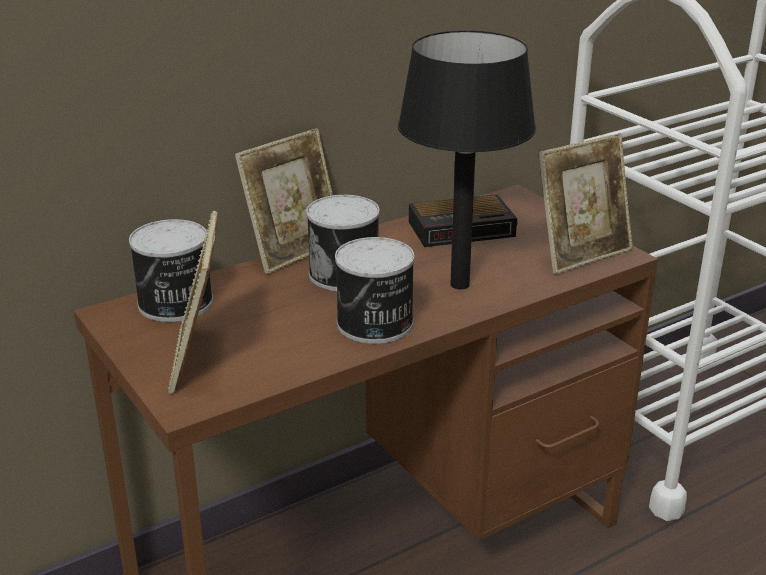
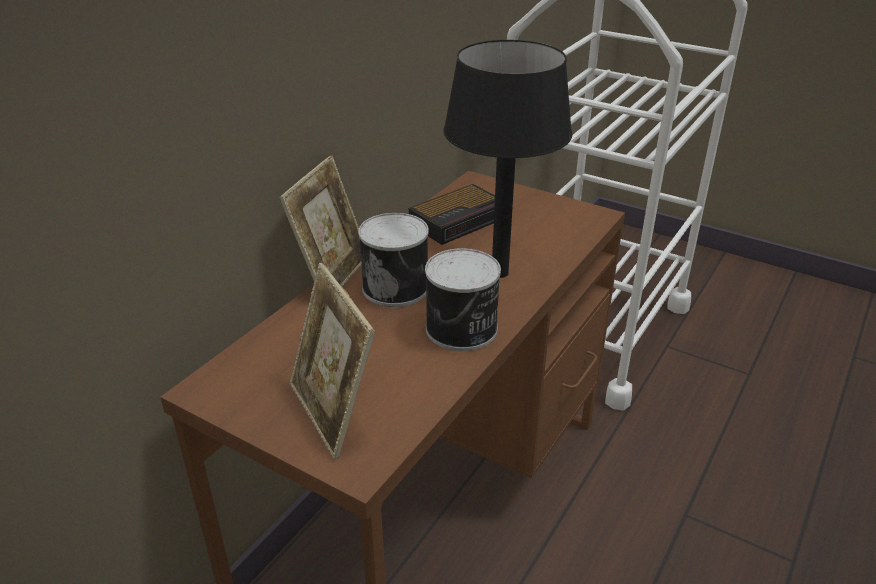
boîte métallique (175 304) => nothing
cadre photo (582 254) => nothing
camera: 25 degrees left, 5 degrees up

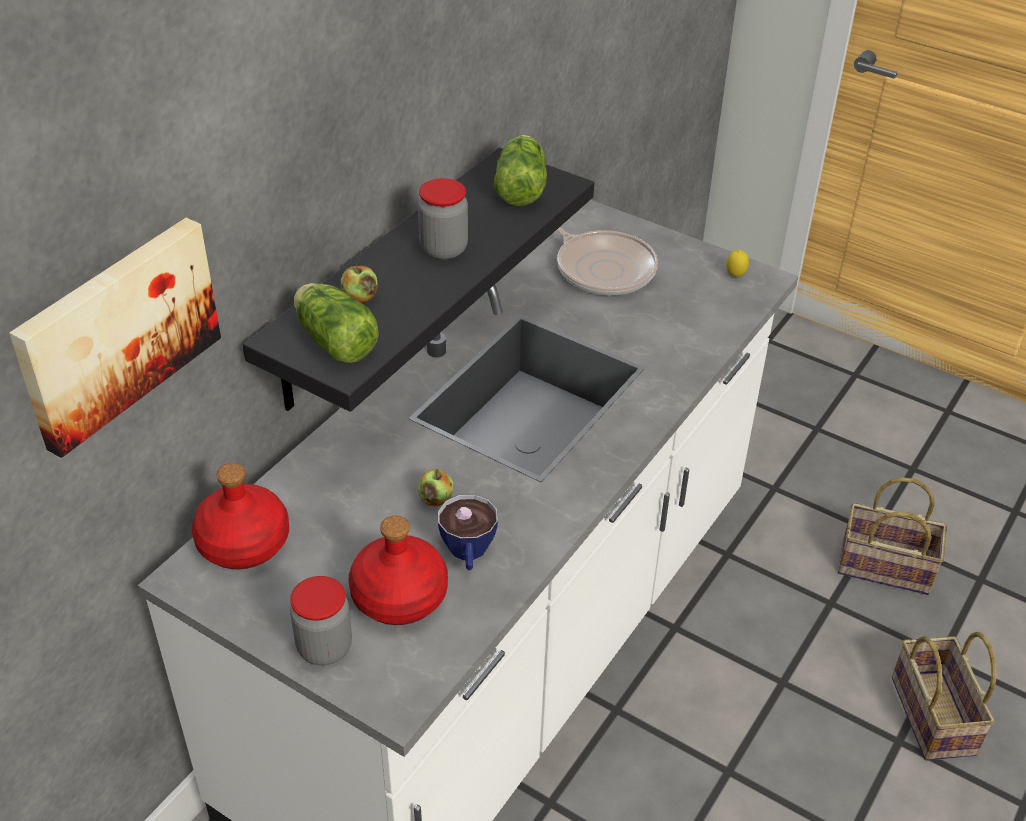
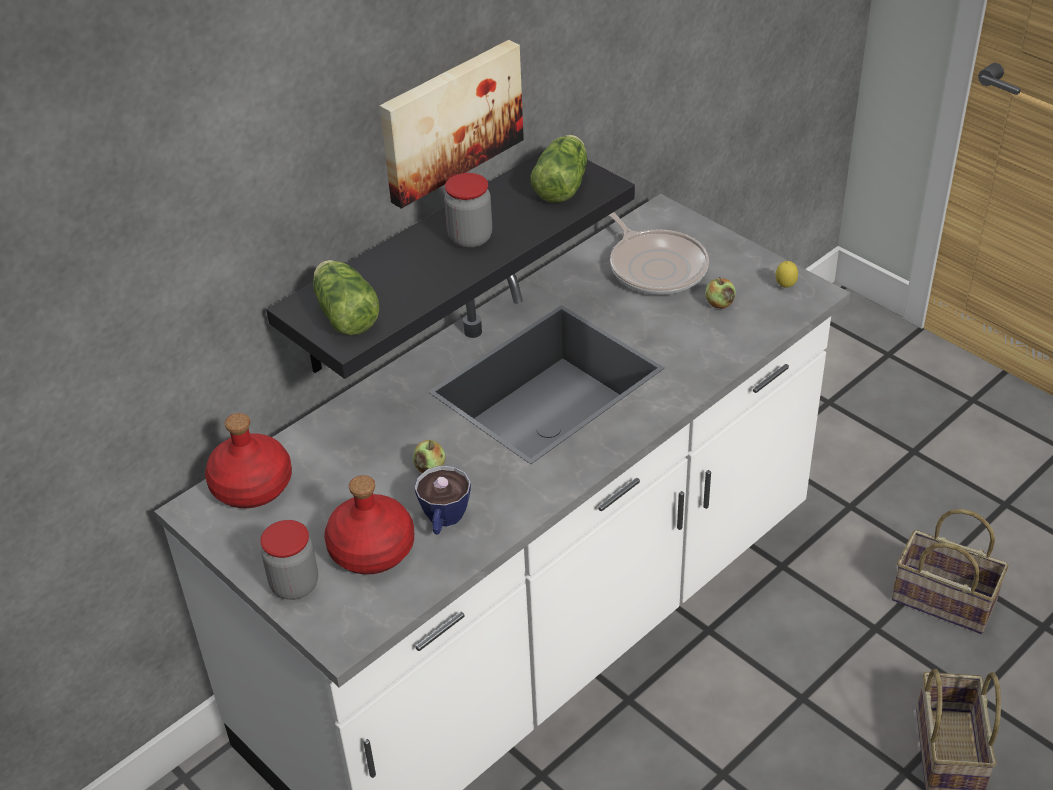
tableau (117 331) => tableau (449 120), move
pomme (360 297) => pomme (719 303), move
camera: 15 degrees right, 0 degrees up

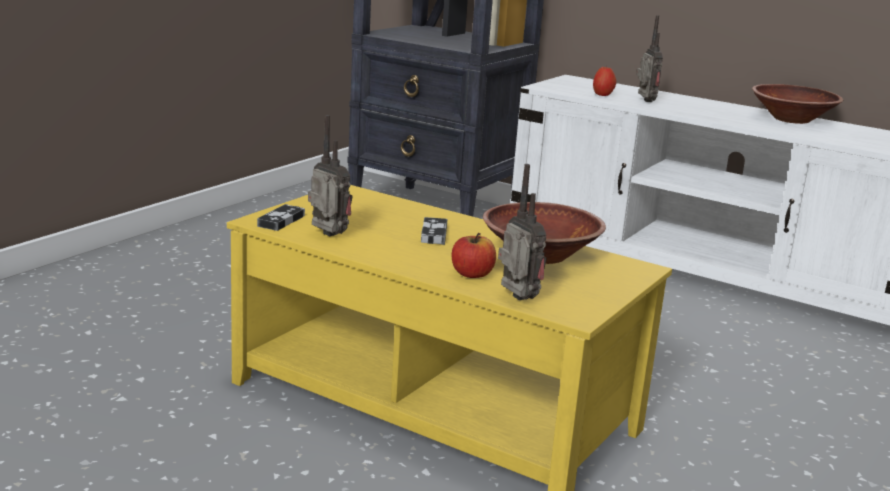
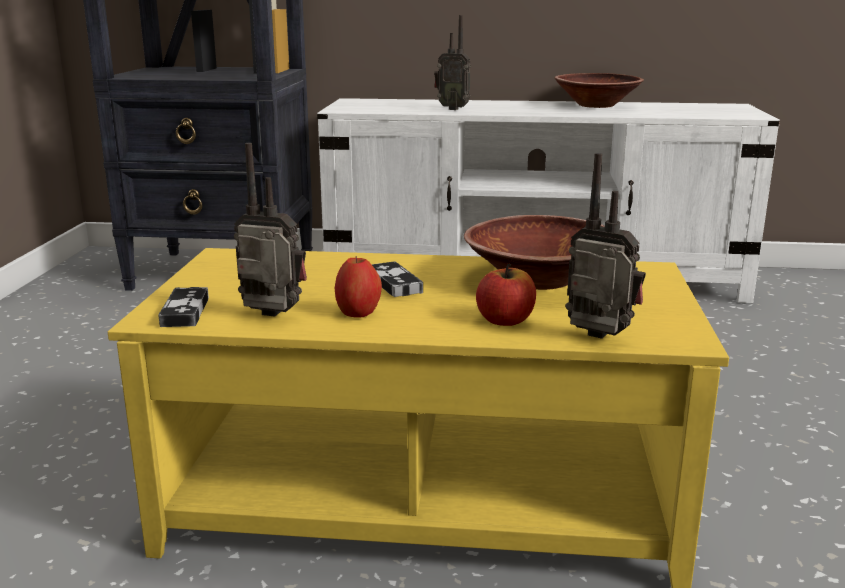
pomme (602 94) => pomme (358 313), move
radio (644 101) => radio (453 109), 150 degrees clockwise
camera: 25 degrees left, 0 degrees up

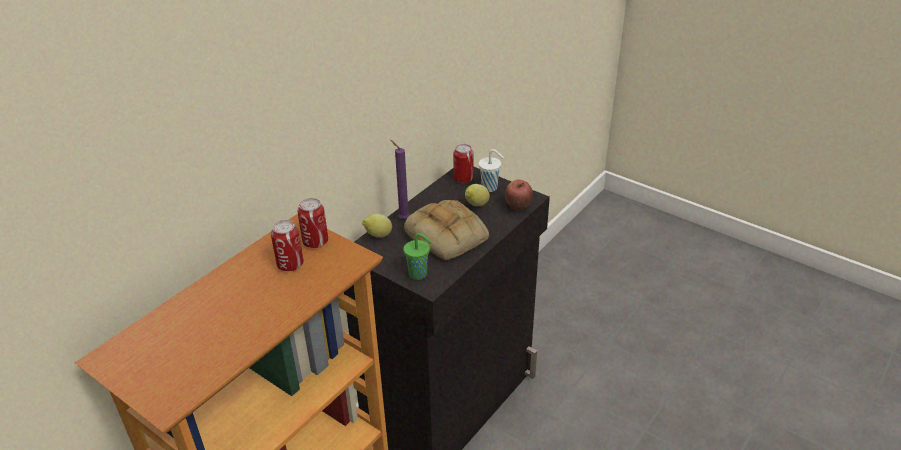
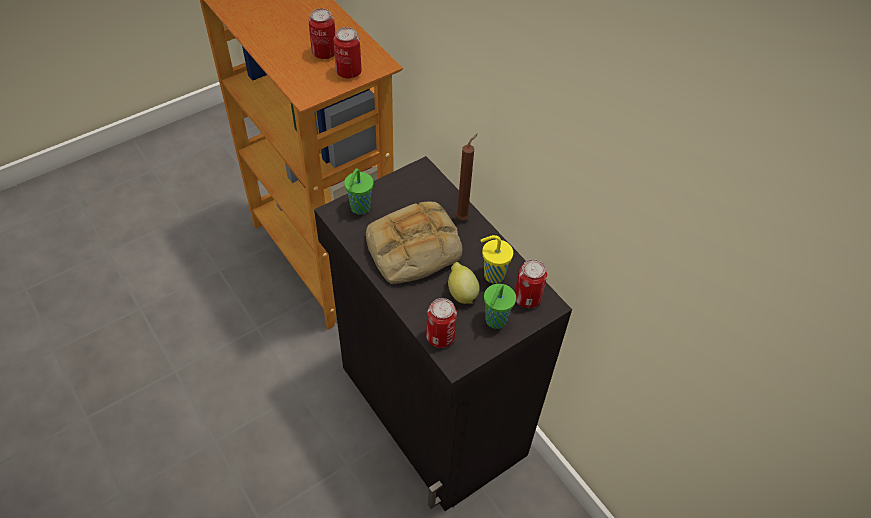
citron (377 236) => nothing
bougie (violet) (402 218) => bougie (marron) (463 217)
tasse (blanc) (490 188) => tasse (vert) (495 321)
pomme (518 207) => boîte métallique (440 337)
nothing => tasse (jaune) (492 275)
camera: 105 degrees right, 15 degrees up

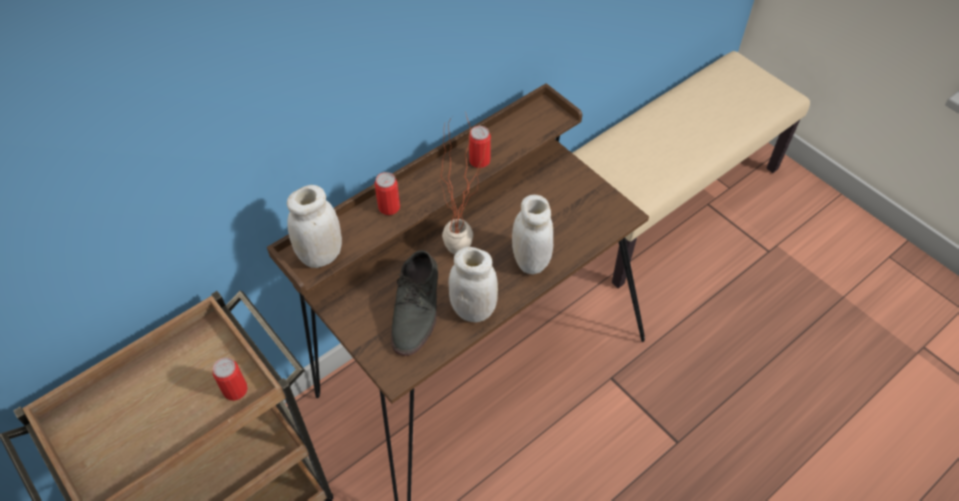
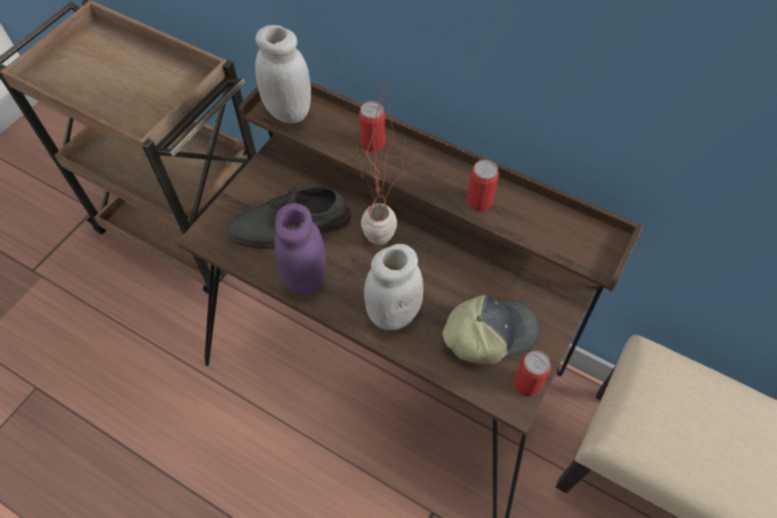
boîte métallique (235 390) => boîte métallique (527 383), move
bocal (blanc) (473 309) => bocal (violet) (305 277)
nothing => casquette (489 333)
camera: 70 degrees right, 5 degrees up

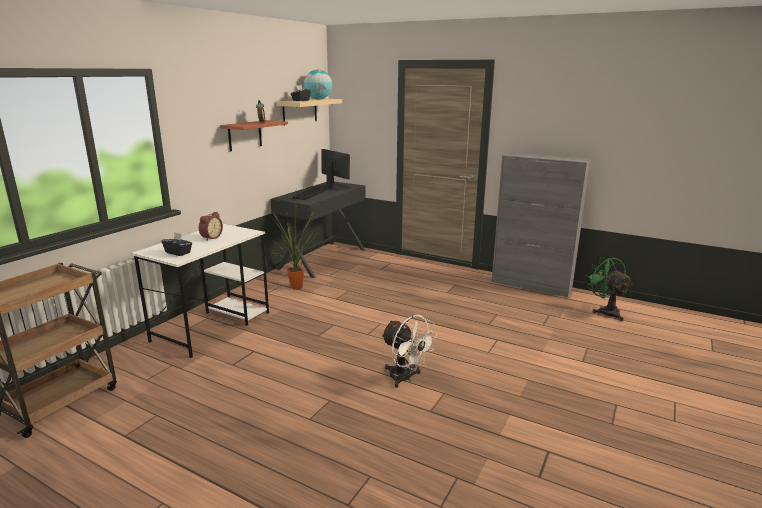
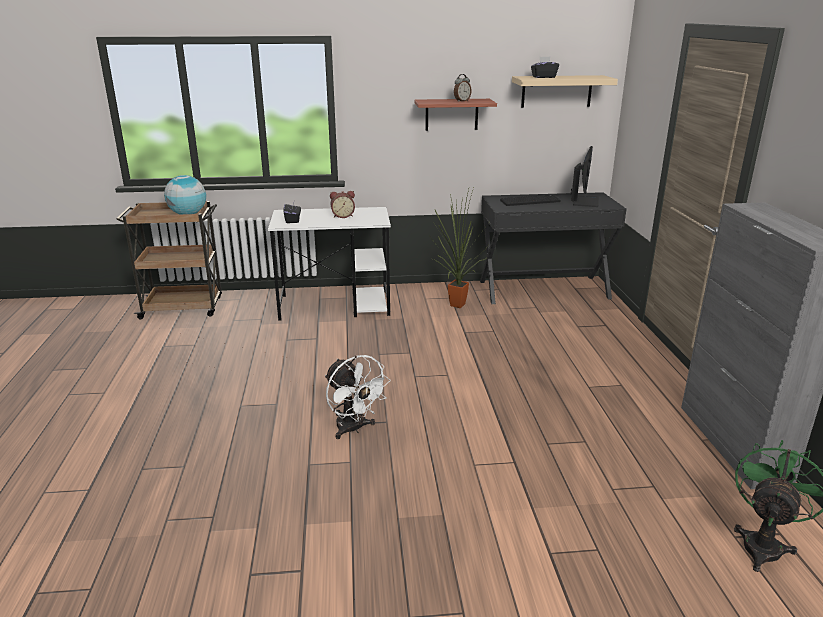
globe (318 99) => globe (188 214), move
ventilateur (blanc) (405 378) => ventilateur (blanc) (354 429), 45 degrees counterclockwise
camera: 55 degrees right, 5 degrees up

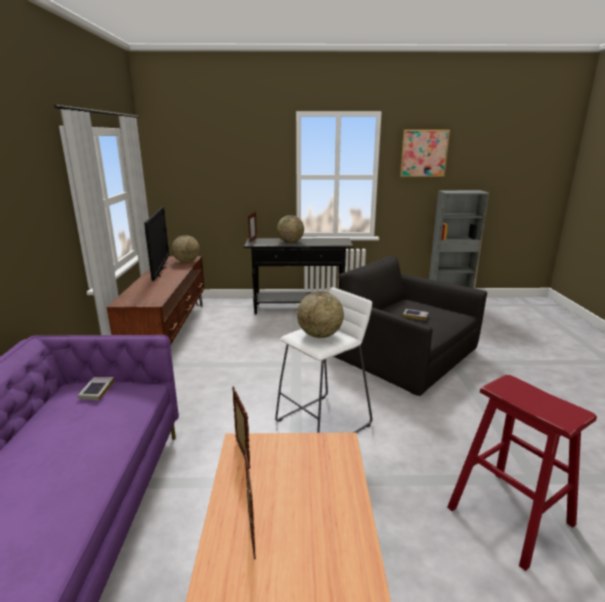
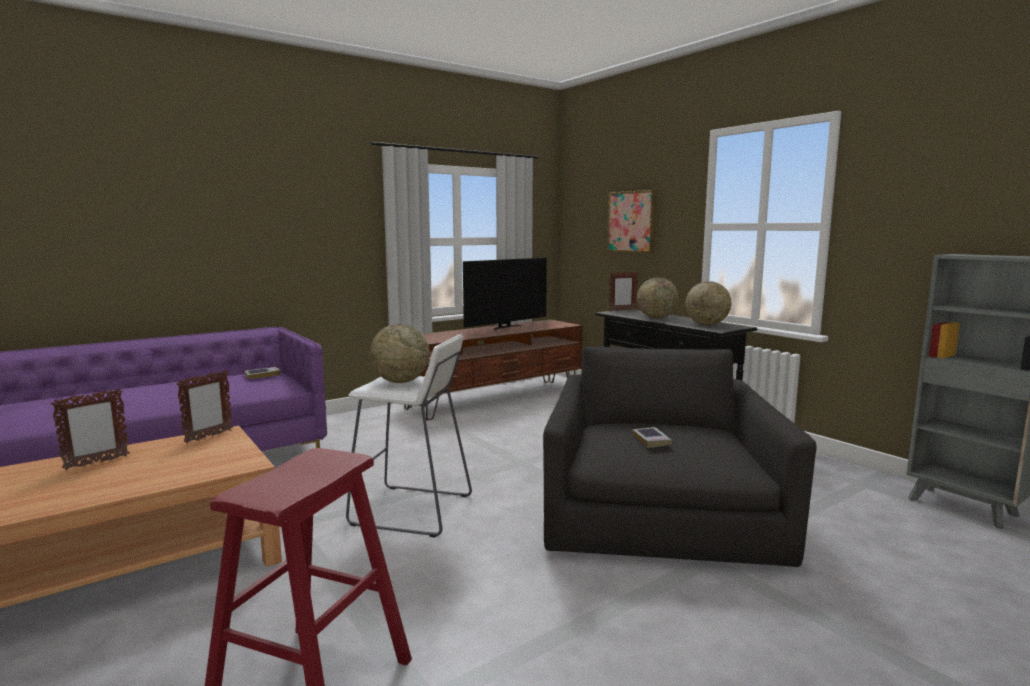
globe (186 262) => globe (706 324), move
tableau (424 153) => tableau (632 222), move
camera: 55 degrees right, 10 degrees down

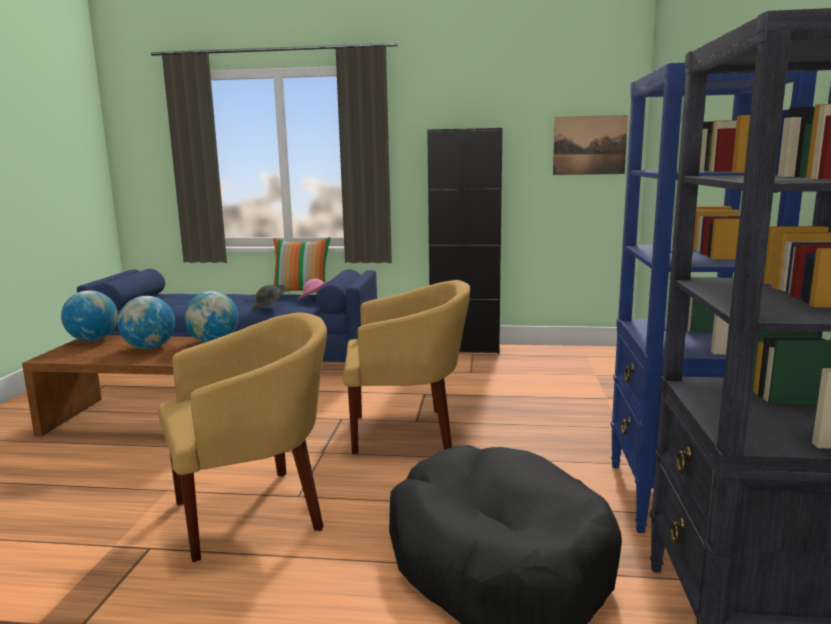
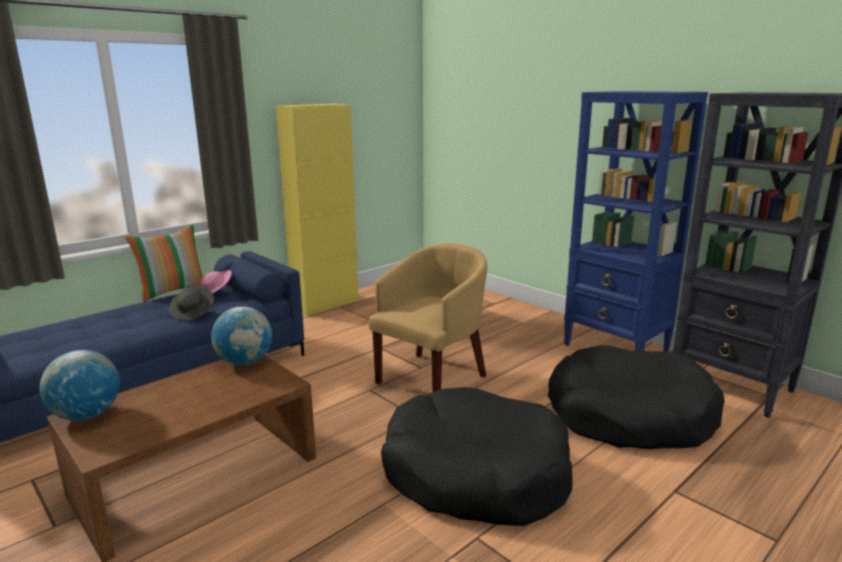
globe (149 348) => nothing
fauteuil (jaune) (254 512) => panier pour chien (noir) (475 474)
meuble de rangement (noir) (465 348) => meuble de rangement (jaune) (325 304)
tableau (589 145) => nothing
camera: 50 degrees left, 5 degrees up

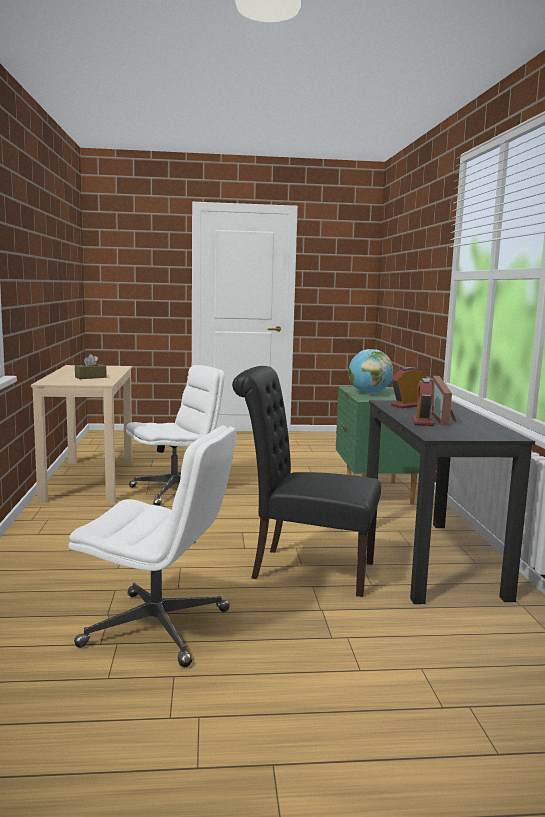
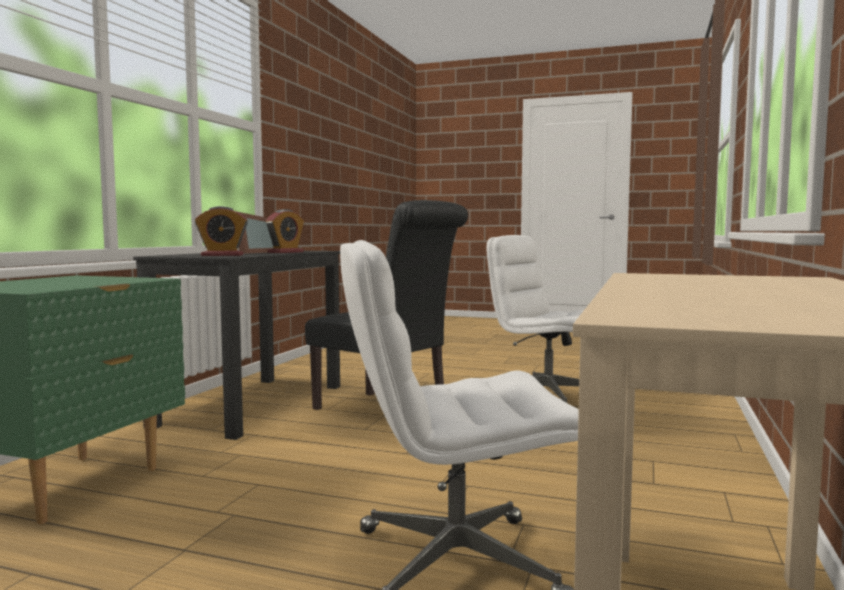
boîte à mouchoirs (marron) (90 377) => nothing
globe (369 393) => nothing
camera: 155 degrees left, 5 degrees down

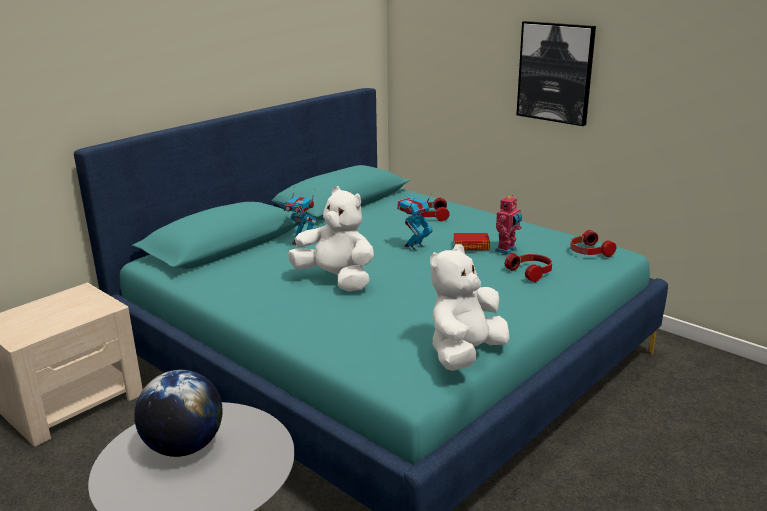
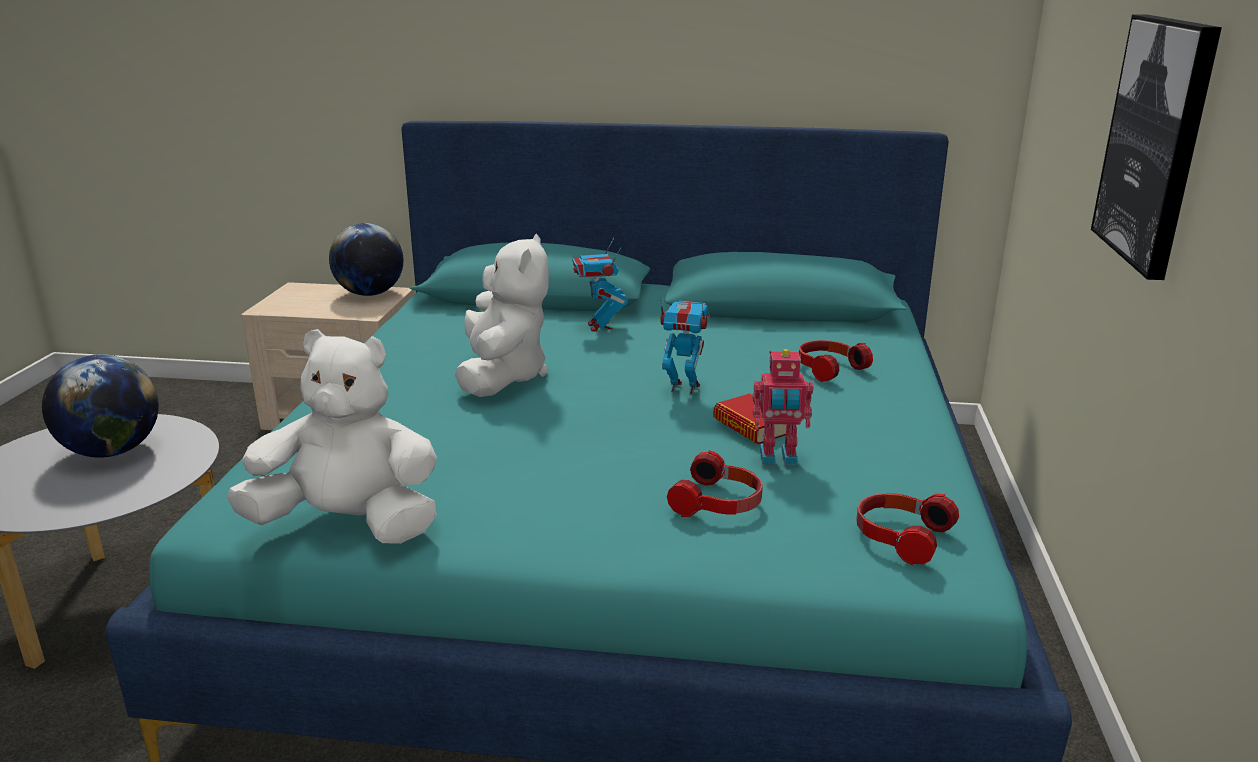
nothing => globe (370 294)
camera: 55 degrees right, 0 degrees up

